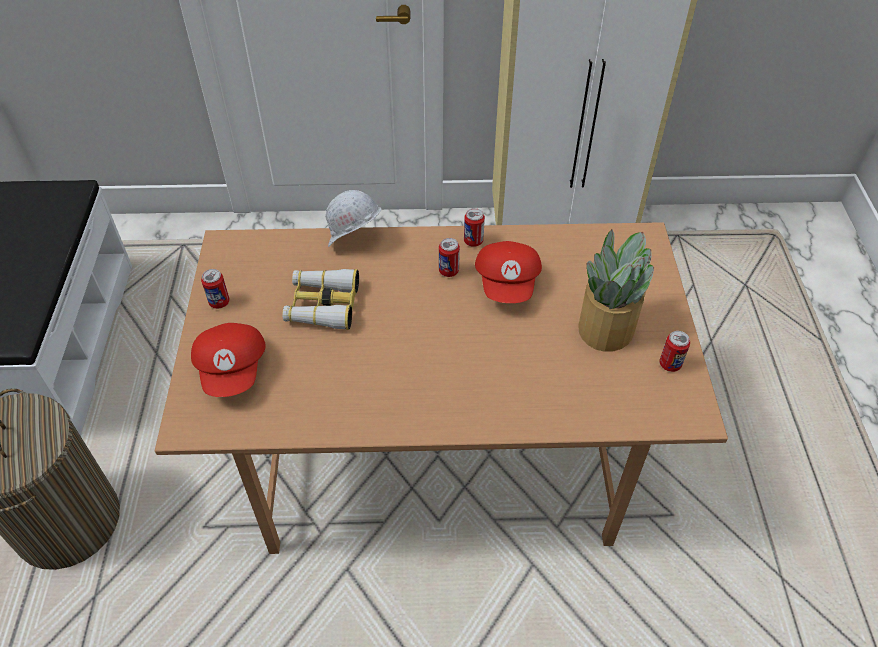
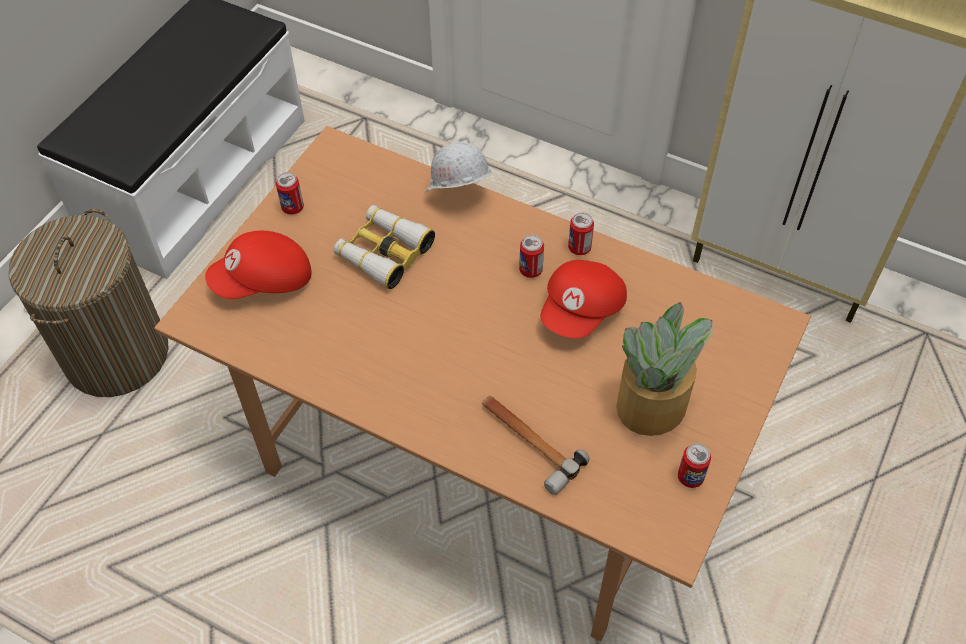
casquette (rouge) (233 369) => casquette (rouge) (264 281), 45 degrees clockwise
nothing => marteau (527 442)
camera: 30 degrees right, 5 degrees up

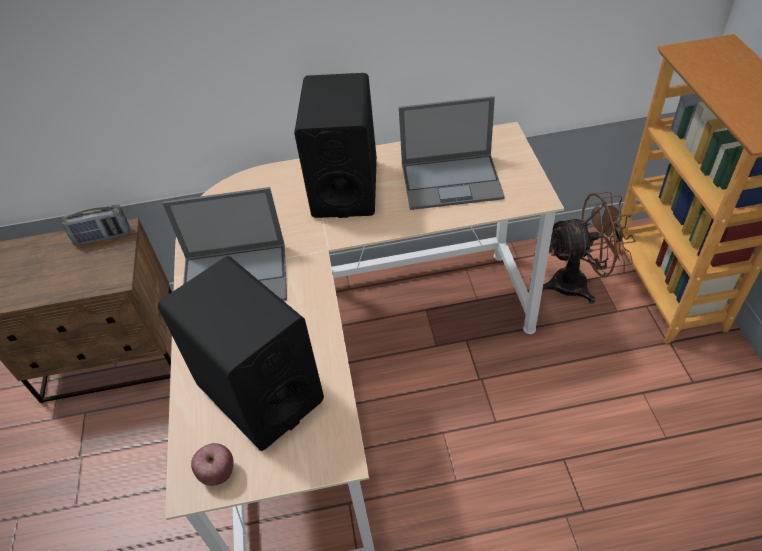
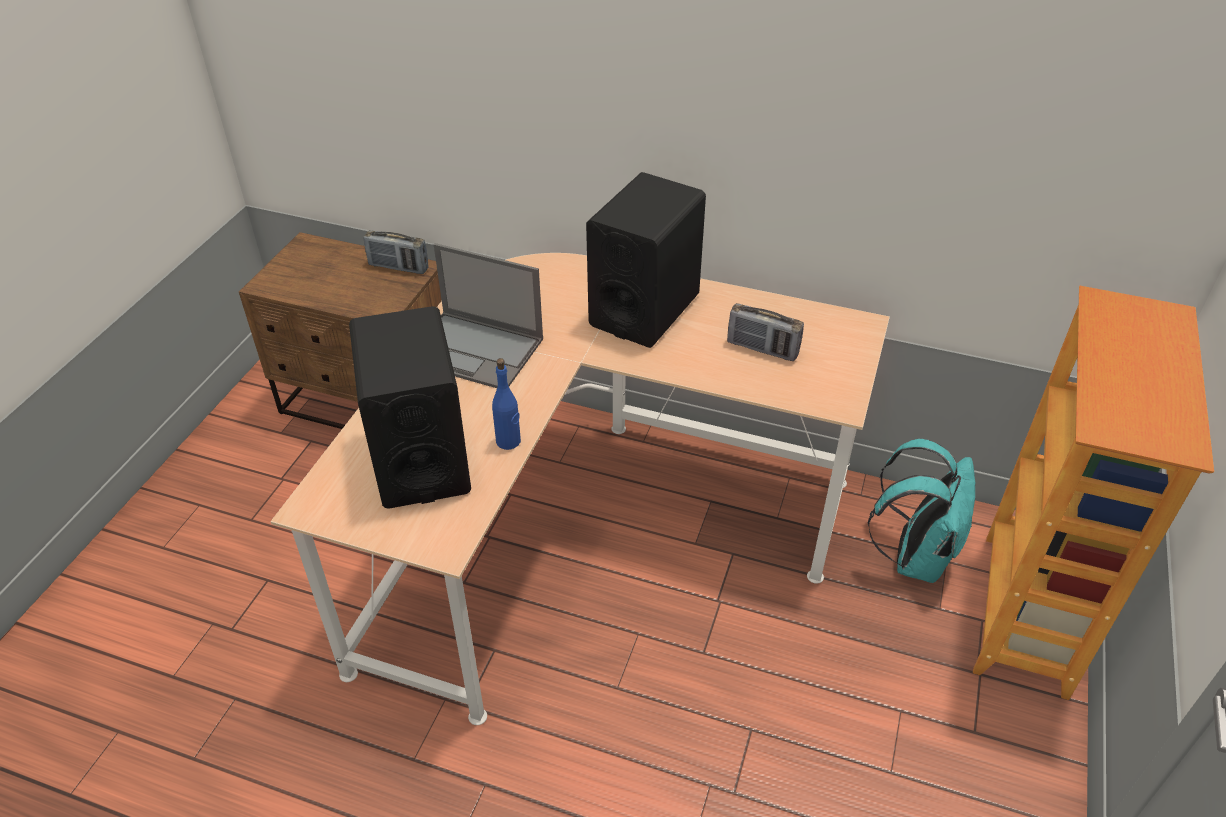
pomme (217 473) => nothing
ordinateur portable (452 181) => radio (762 349)
ventilateur (marron) (579 283) => sac à dos (turquoise) (915 556)
nothing => bouteille (bleu) (508 441)
camera: 25 degrees right, 5 degrees down

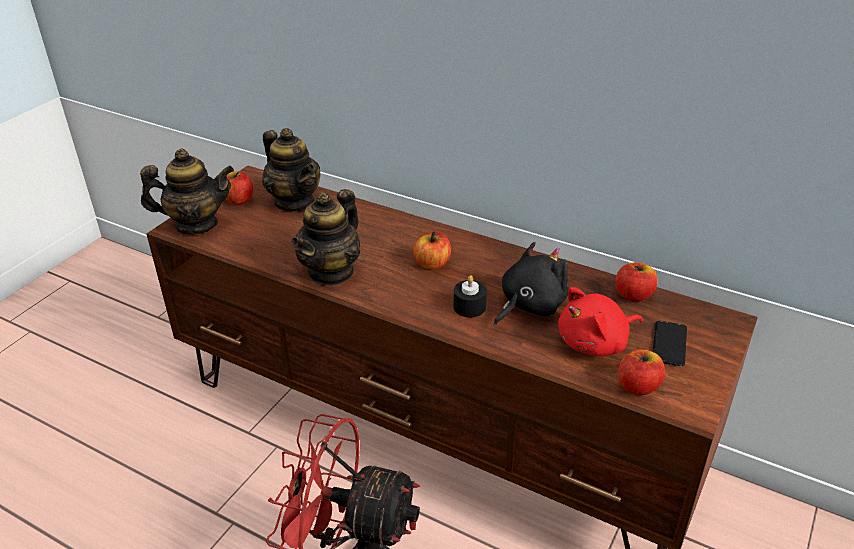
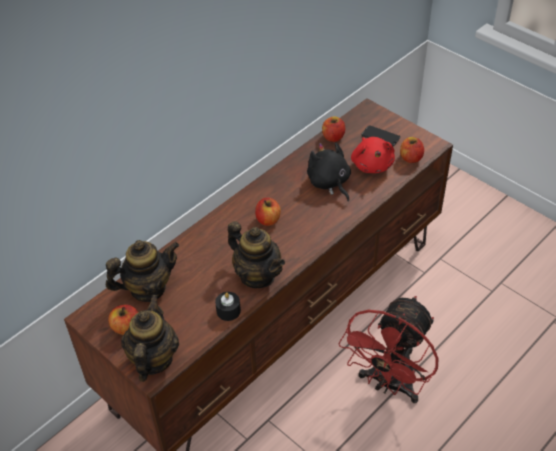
bougie (noir) (469 307) => bougie (noir) (228 311), move
camera: 75 degrees left, 10 degrees up

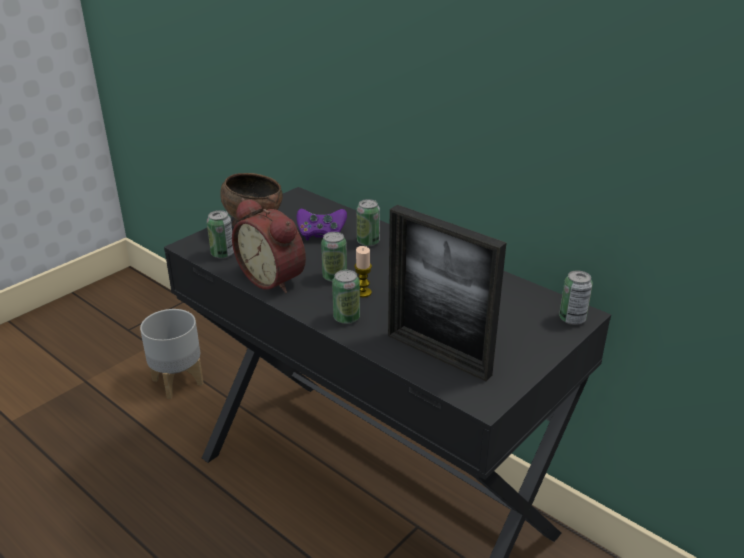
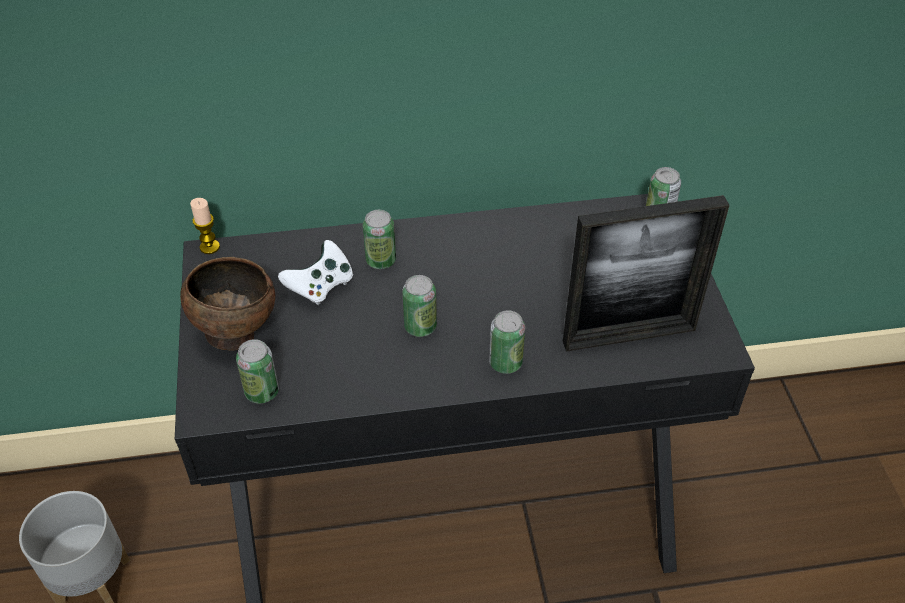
réveil (274 278) => nothing
manette (violet) (321 234) => manette (blanc) (320 286)
bougie (363 292) => bougie (209 247), move
camera: 50 degrees left, 15 degrees up

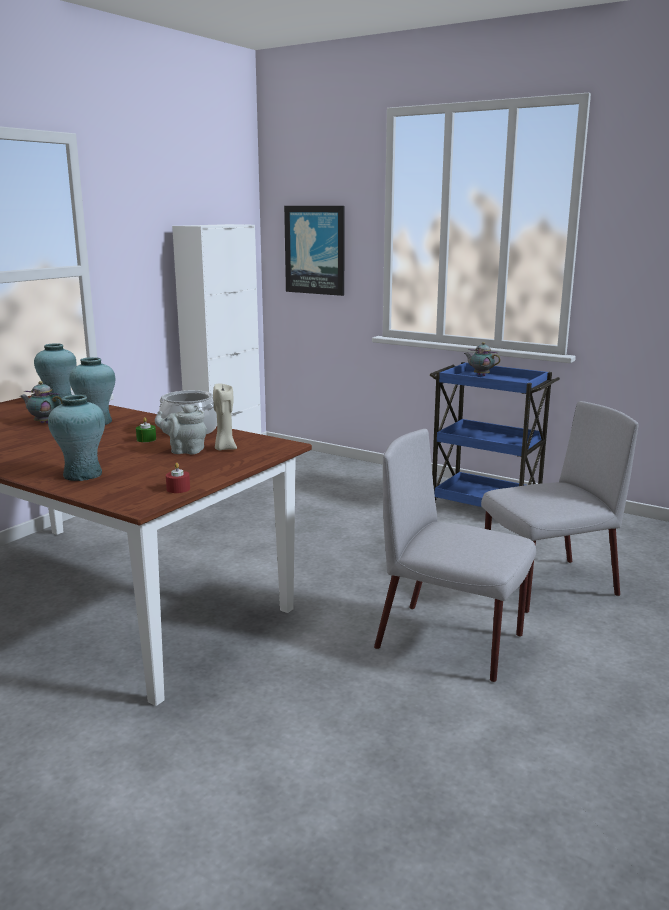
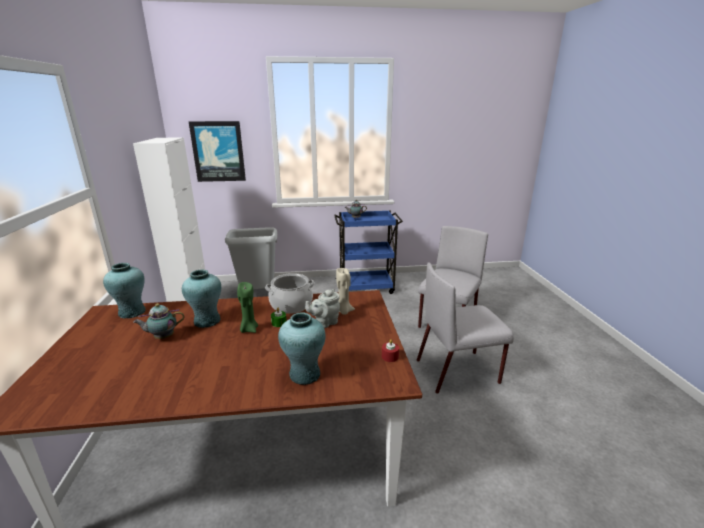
nothing => poubelle (gris) (258 293)
nothing => bougie (vert) (249 329)
camera: 40 degrees left, 5 degrees up

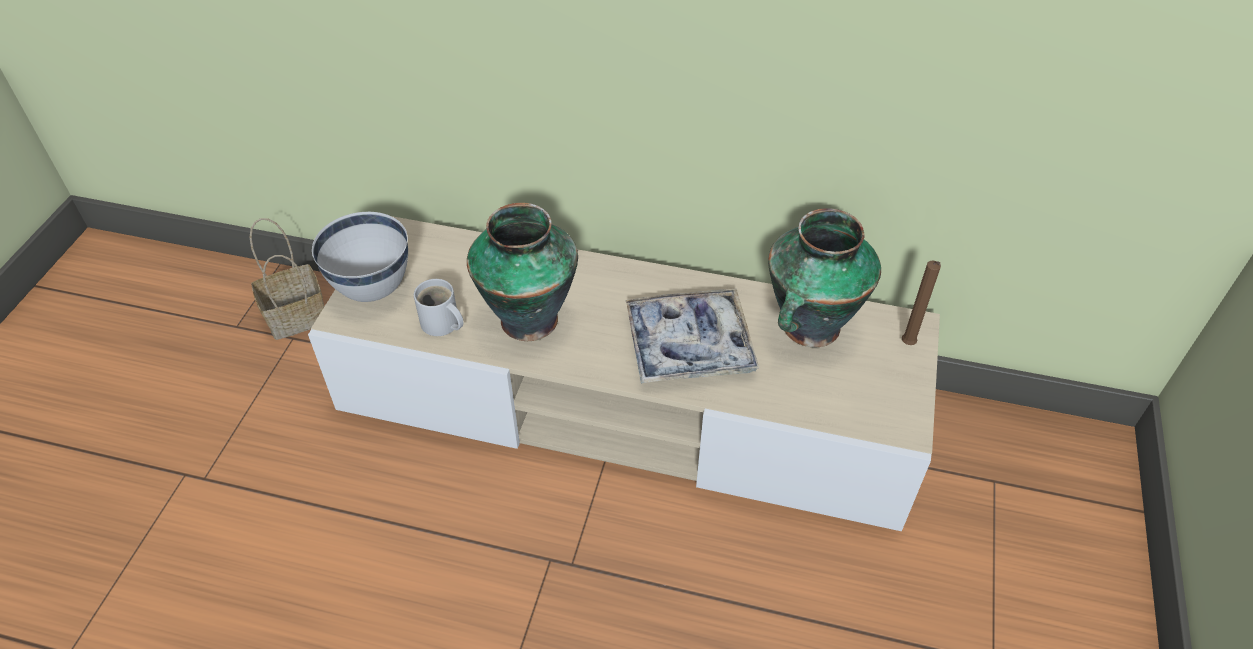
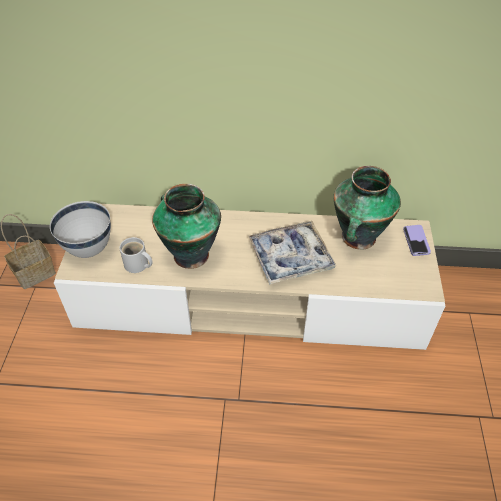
bougie (marron) (908 345) => téléphone (416 241)
camera: 10 degrees left, 0 degrees up

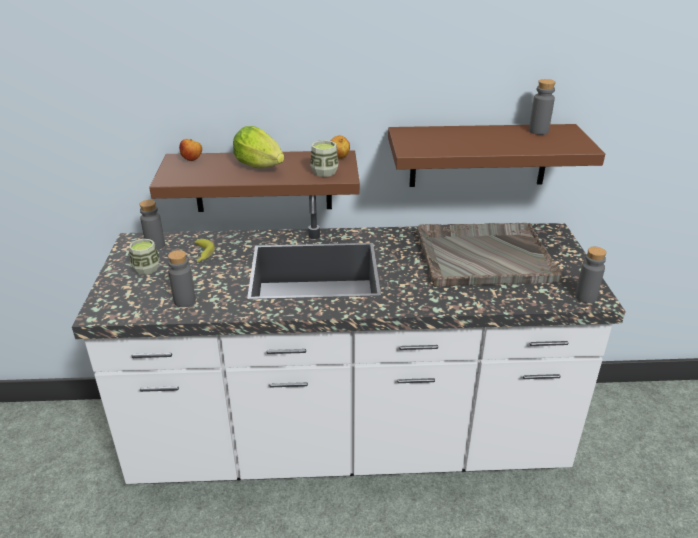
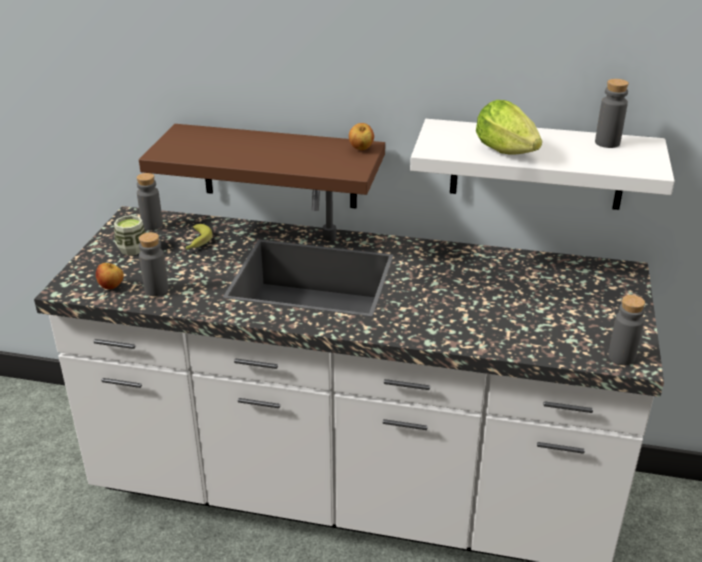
pomme (192 160) => pomme (111 287), move
laitue (262 167) => laitue (509 153), move
tasse (324 172) => nothing
étagère (marron) (479 155) => étagère (blanc) (537 164)
plateau (gris) (482 256) => nothing
camera: 15 degrees right, 0 degrees up

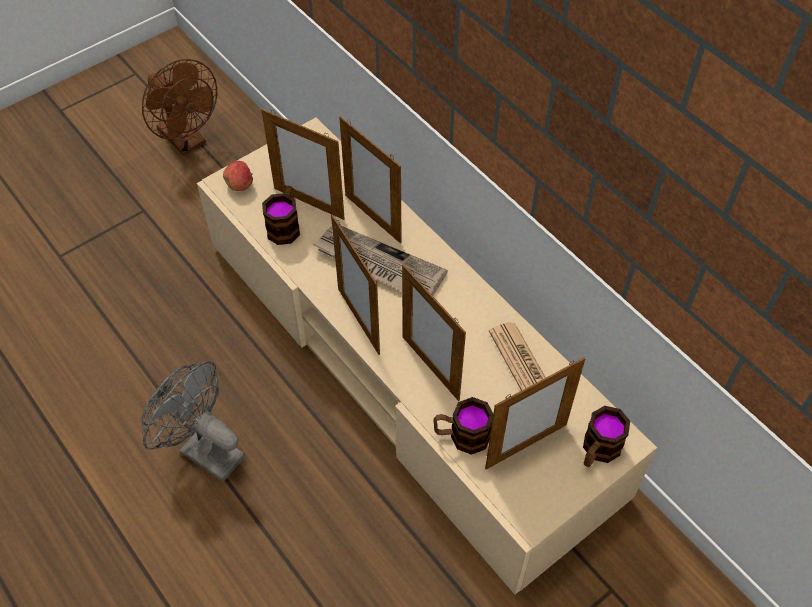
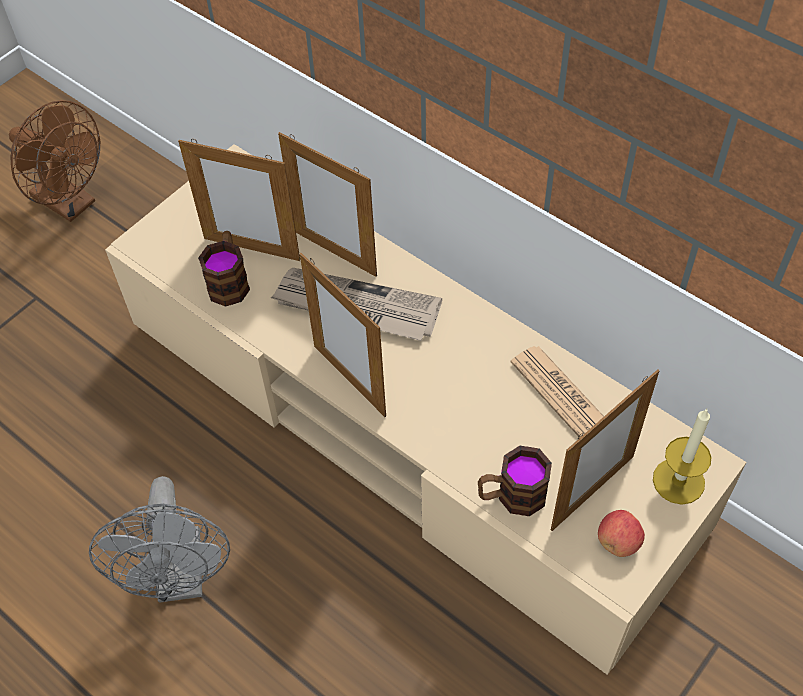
ventilateur (gris) (203 450) => ventilateur (gris) (182 578), 120 degrees counterclockwise
pomme (240 185) => pomme (618 542), move
cadre photo (430 368) => nothing
mug (597 451) => bougie (678 481)
camera: 10 degrees left, 0 degrees up

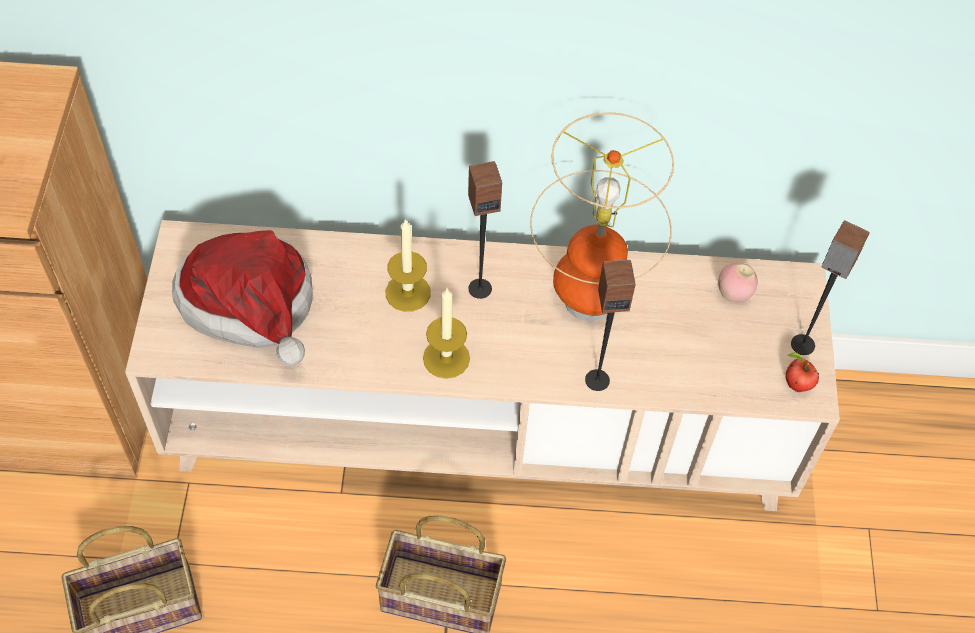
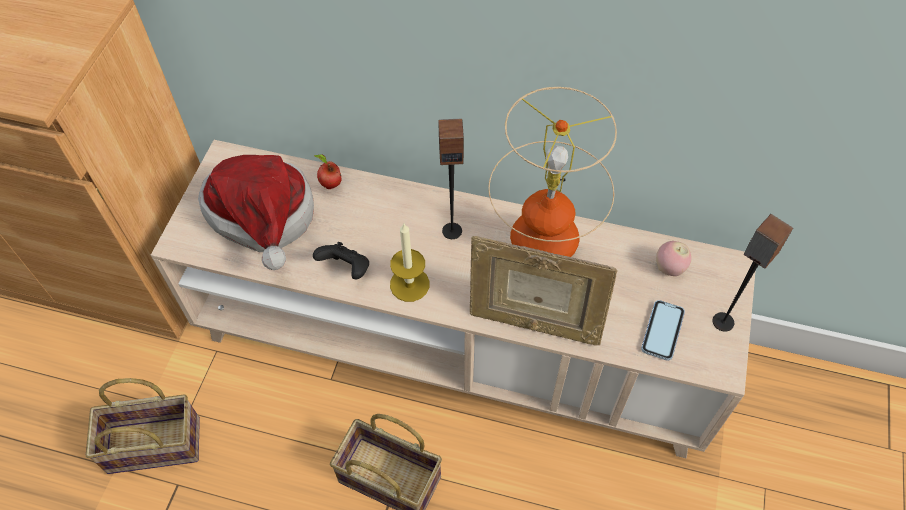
bougie (408 292) => nothing
enceinte (597 379) => cadre photo (533 323)
pomme (795 385) => pomme (330 184), move
nothing => manette (noir) (346 269)
nothing => téléphone (662 331)
camera: 15 degrees right, 0 degrees up

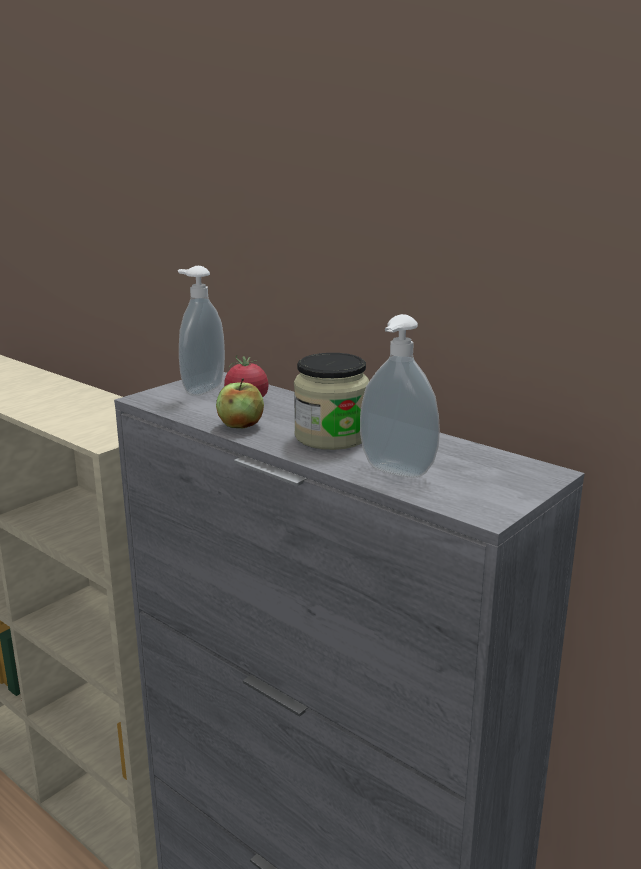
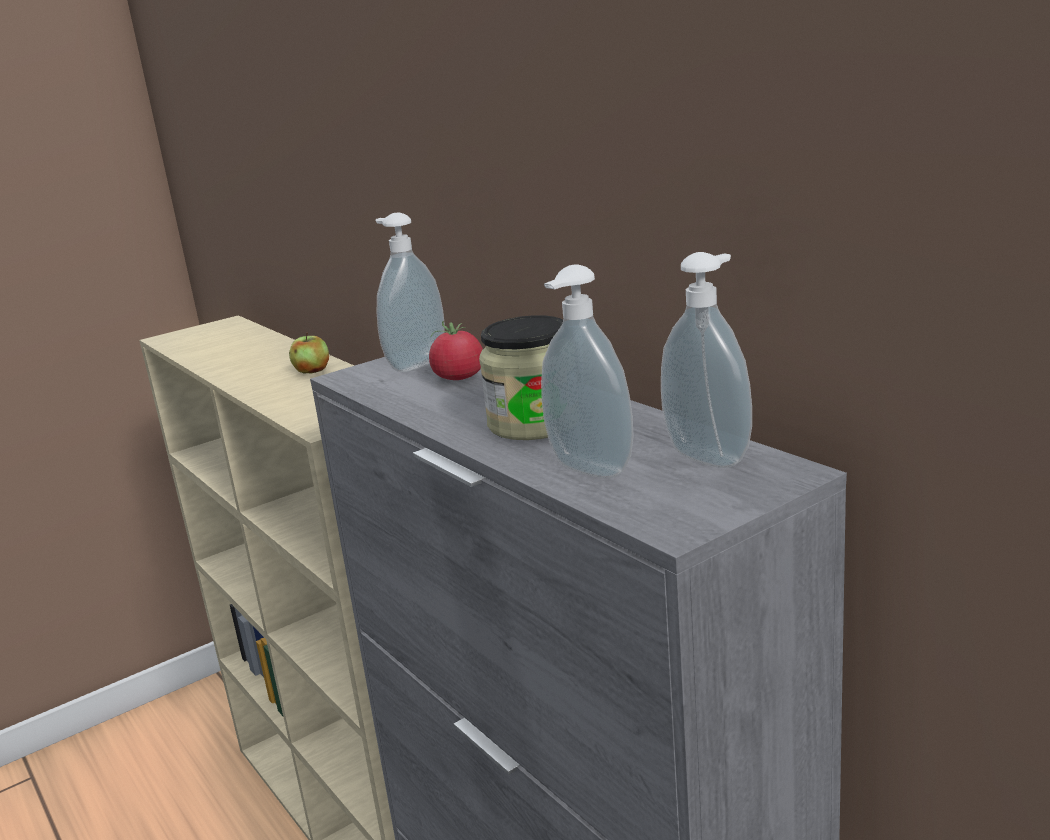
pomme (240 425) => pomme (312 371), move
nothing => distributeur de savon (711 456)
camera: 15 degrees right, 0 degrees up

